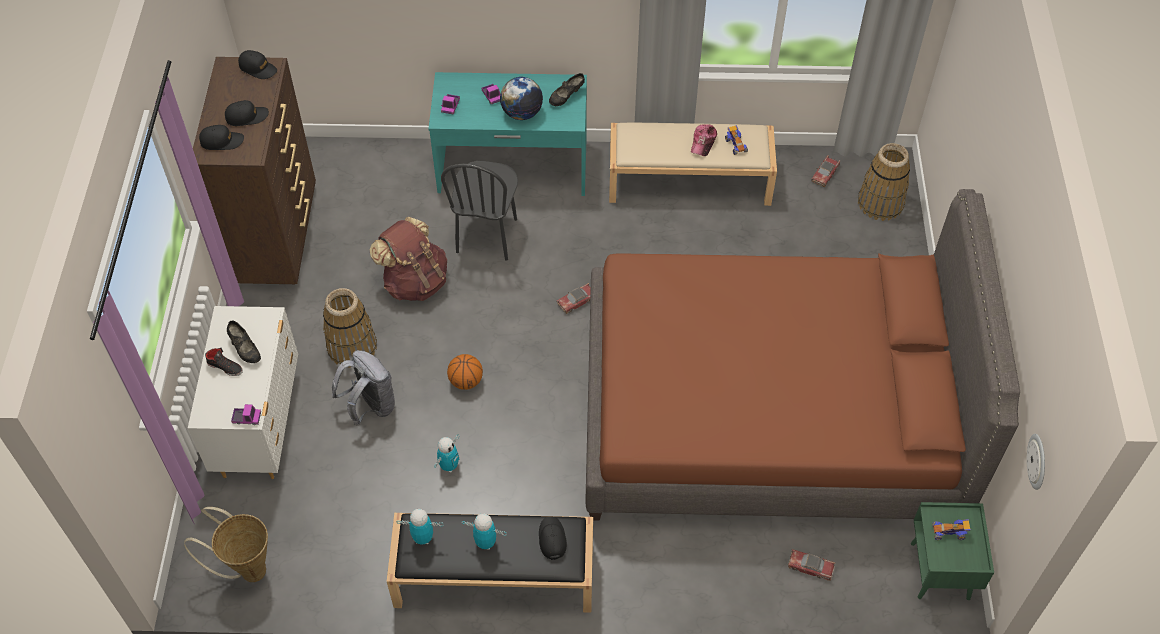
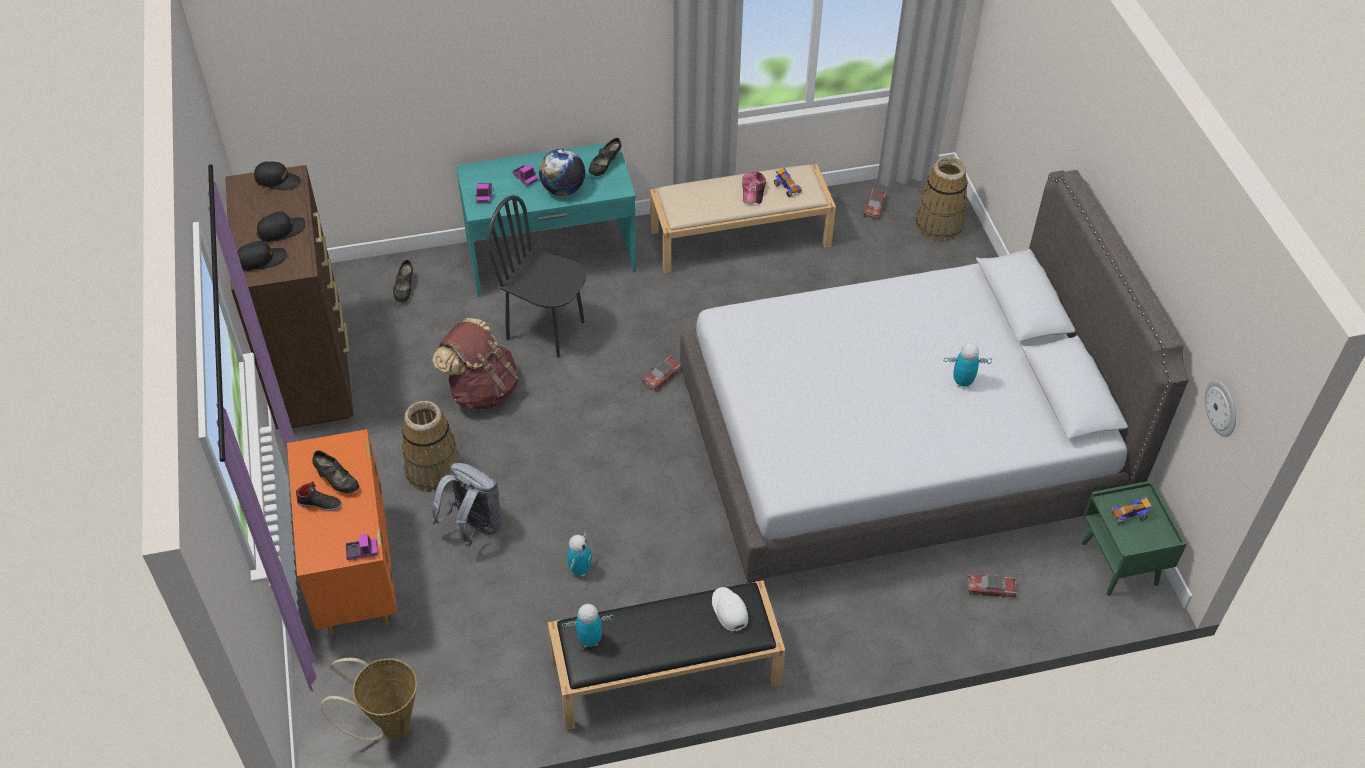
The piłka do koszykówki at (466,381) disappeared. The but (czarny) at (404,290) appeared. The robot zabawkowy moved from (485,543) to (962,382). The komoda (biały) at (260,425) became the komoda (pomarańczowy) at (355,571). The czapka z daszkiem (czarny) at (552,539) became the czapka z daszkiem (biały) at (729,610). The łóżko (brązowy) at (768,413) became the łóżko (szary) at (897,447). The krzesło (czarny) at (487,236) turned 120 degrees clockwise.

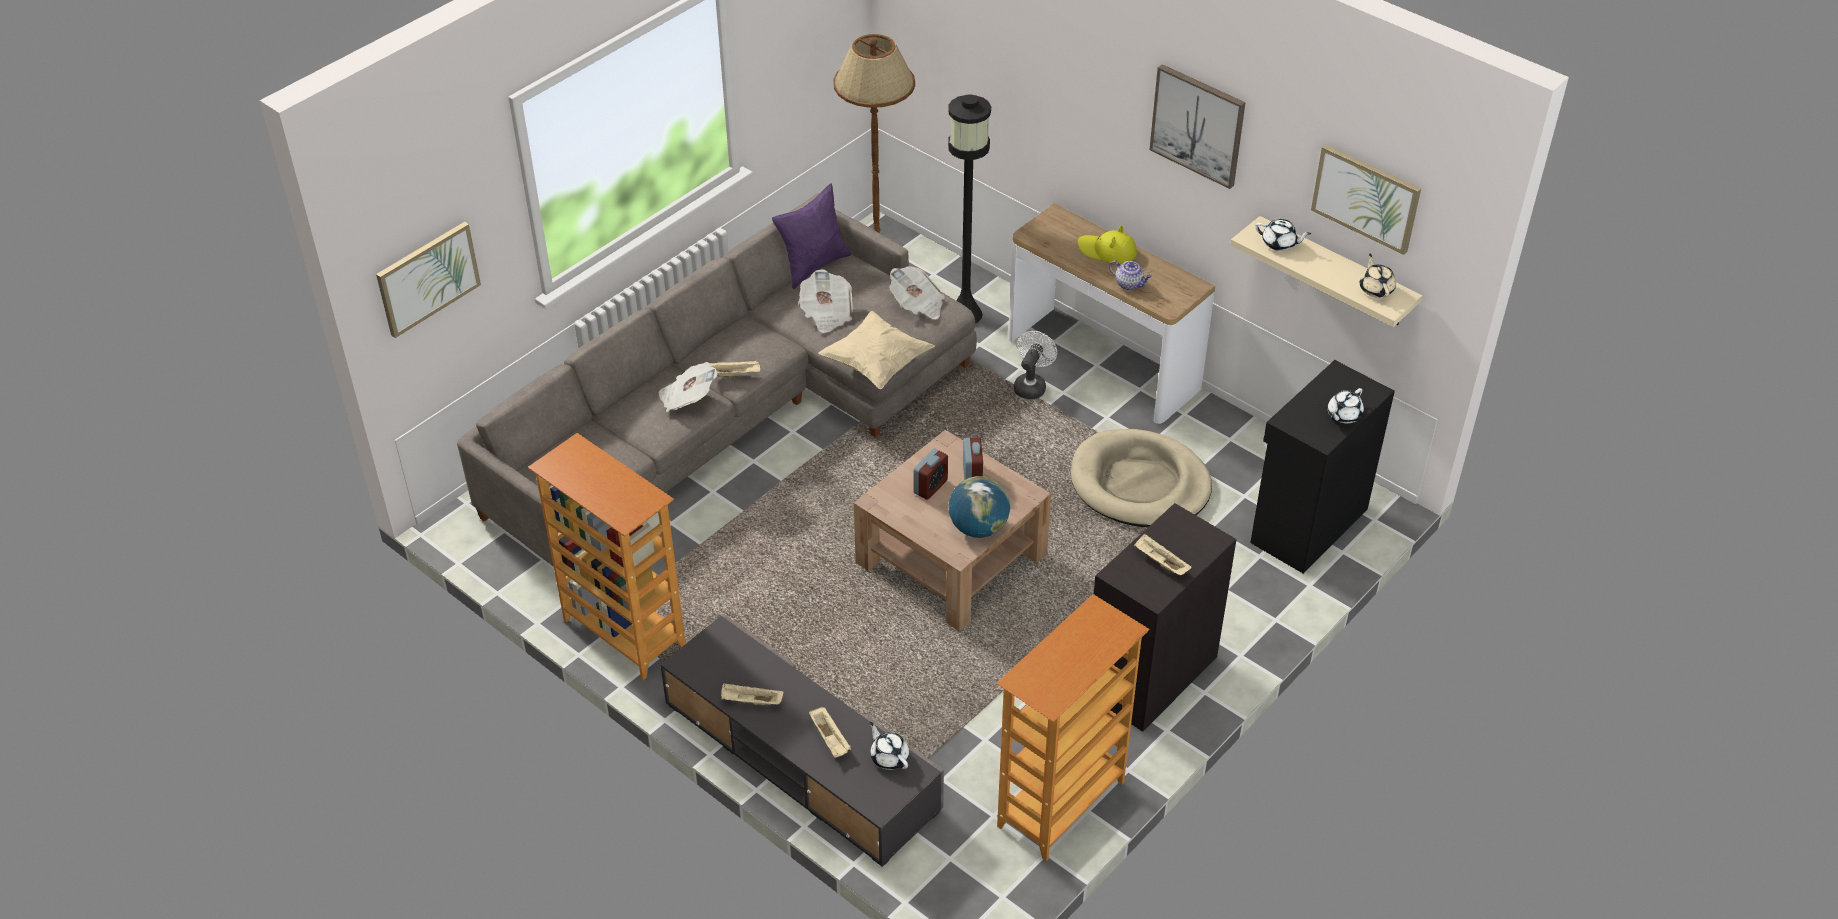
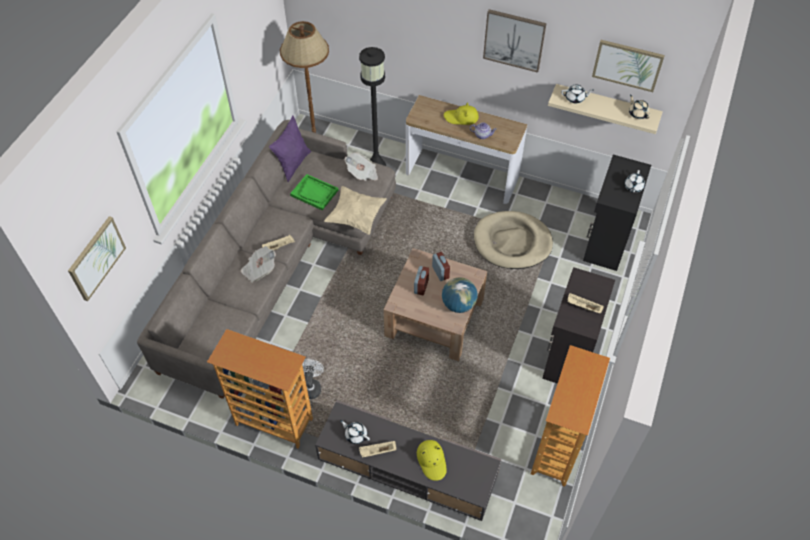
The imbryk (biały) moved from (889,757) to (355,435). The wentylator (biały) moved from (1031,385) to (311,386). The gazeta at (826,314) was replaced by the taca (zielony) at (314,193). The taca (beżowy) at (830,739) was replaced by the kapelusz (żółty) at (432,460).

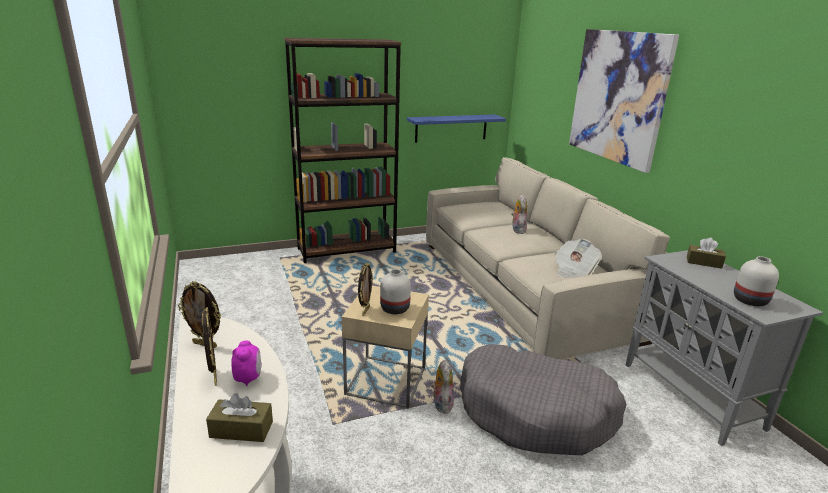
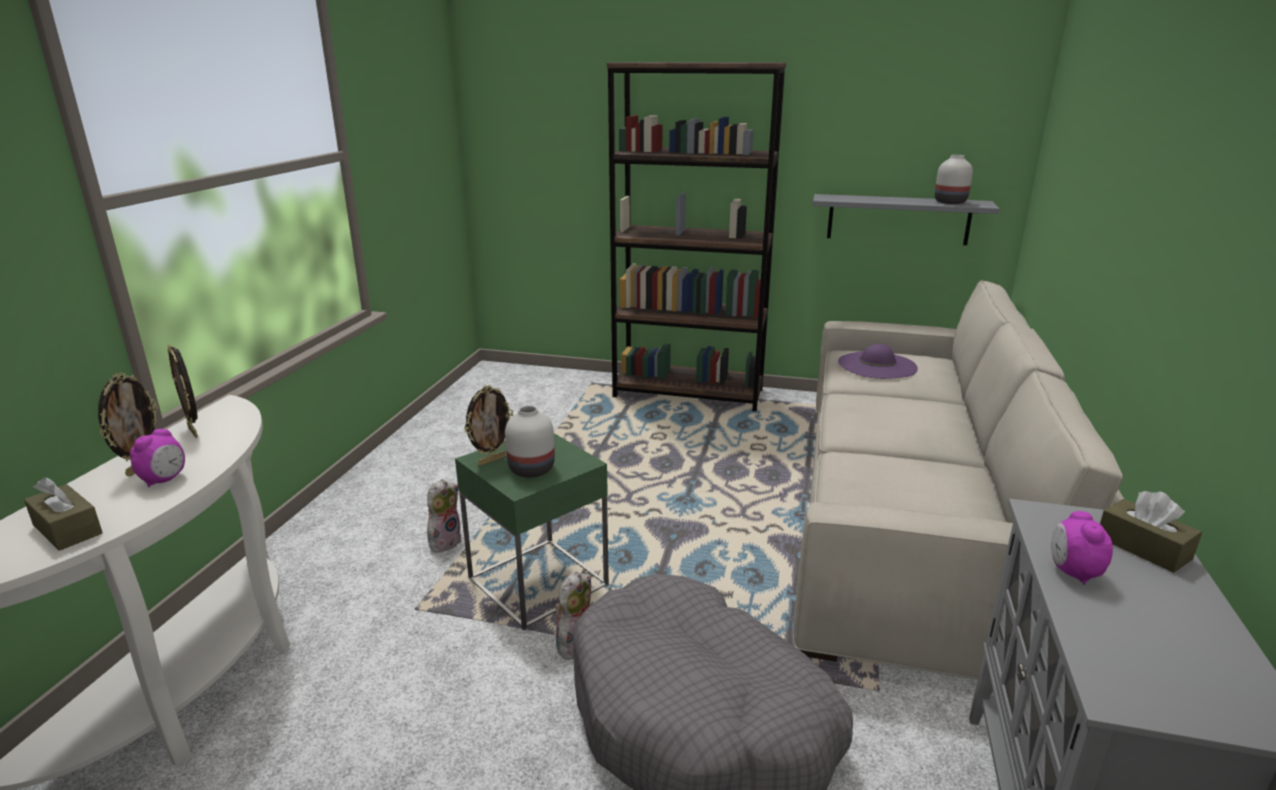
The gazeta at (574,270) disappeared. The obraz at (618,97) disappeared. The kapelusz (fioletowy) at (877,365) appeared. The budzik at (1072,572) appeared. The pluszak moved from (517,230) to (444,541). The wazon (biały) moved from (749,300) to (949,202). The stolik (beżowy) at (386,381) became the stolik (zielony) at (538,582). The półka (niebieski) at (451,128) became the półka (szary) at (898,219).

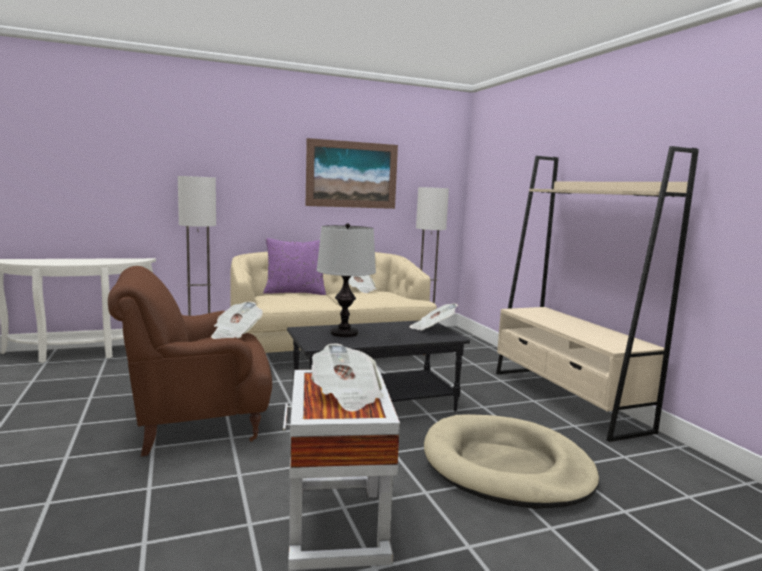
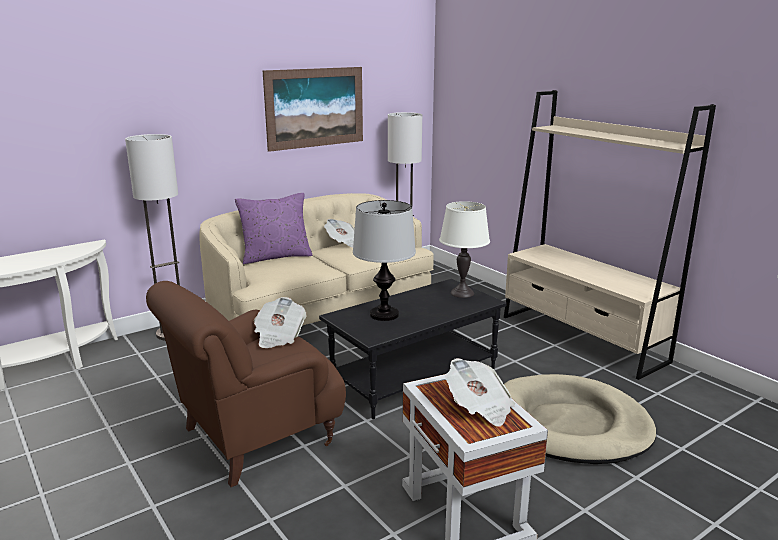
The gazeta at (432,329) was replaced by the lampa stołowa (biały) at (462,293).

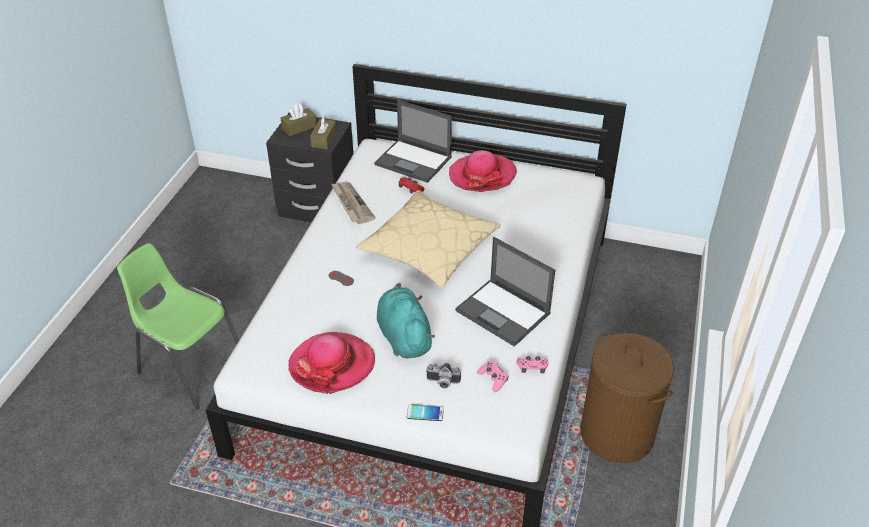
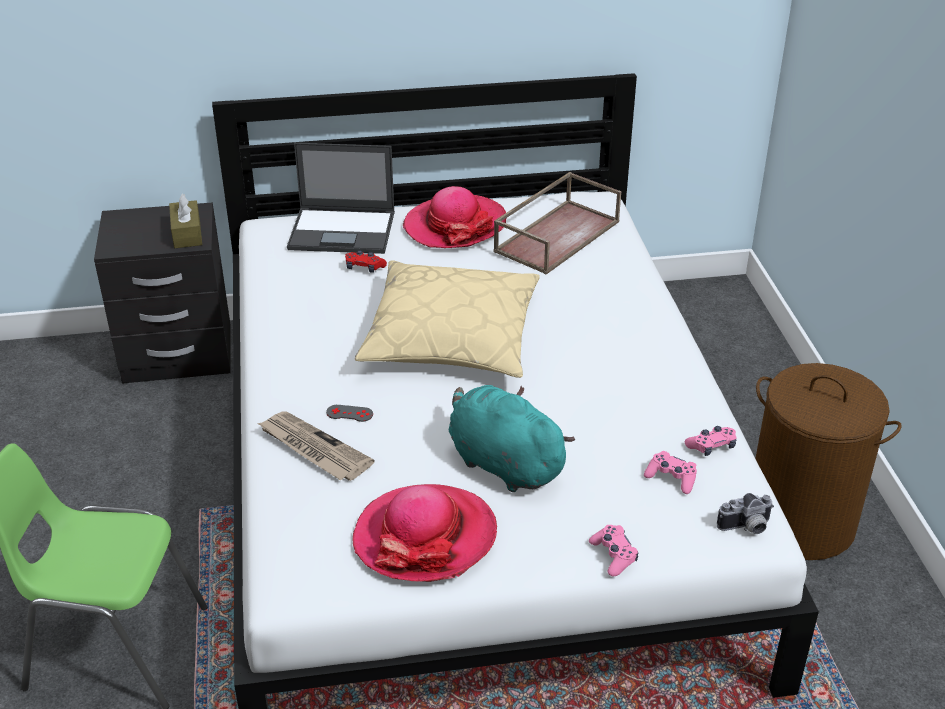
The pudełko chusteczek (brązowy) at (299,127) disappeared. The laptop at (504,312) disappeared. The taca (brązowy) at (557,235) appeared. The gazeta moved from (351,204) to (313,449). The aparat fotograficzny moved from (442,383) to (746,528). The telefon at (425,413) was replaced by the pad do gier (różowy) at (613,555).

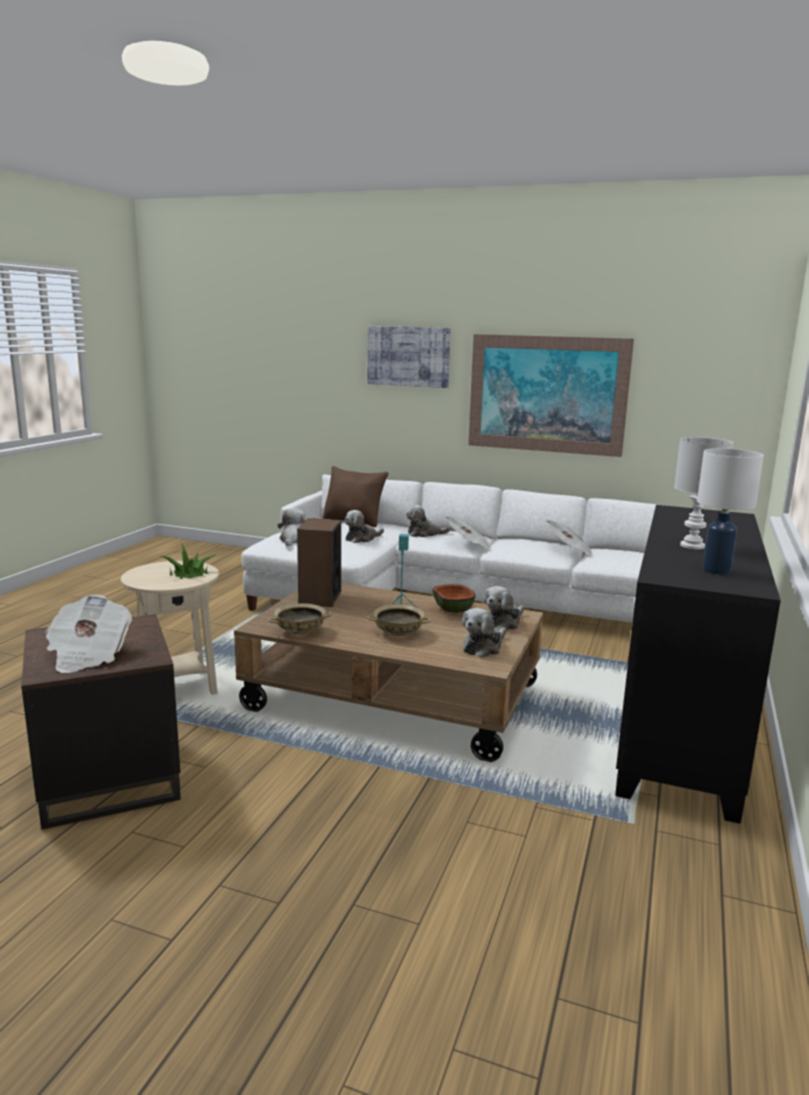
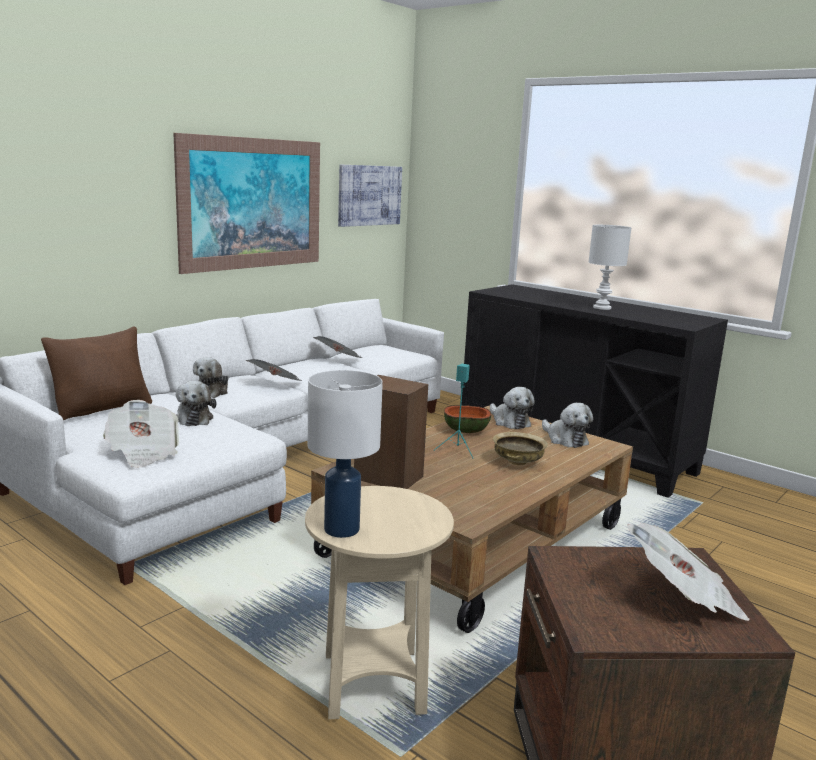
The roślina doniczkowa at (188,573) disappeared. The miska (beżowy) at (299,631) disappeared. The obraz moved from (408,356) to (369,195). The lampa stołowa (biały) moved from (717,570) to (342,529). The pluszak at (292,540) was replaced by the gazeta at (143,452).

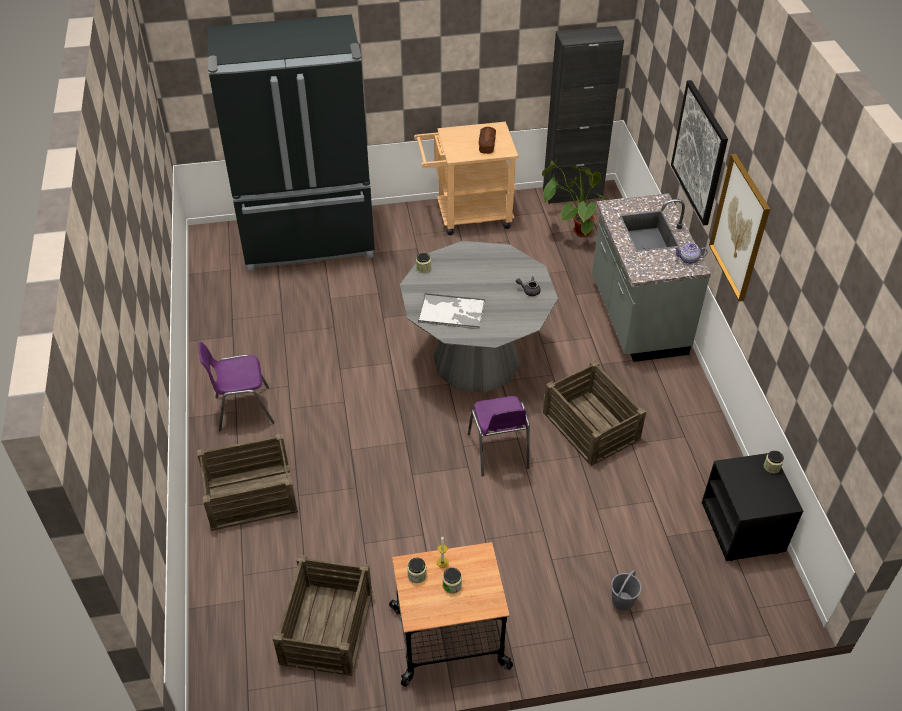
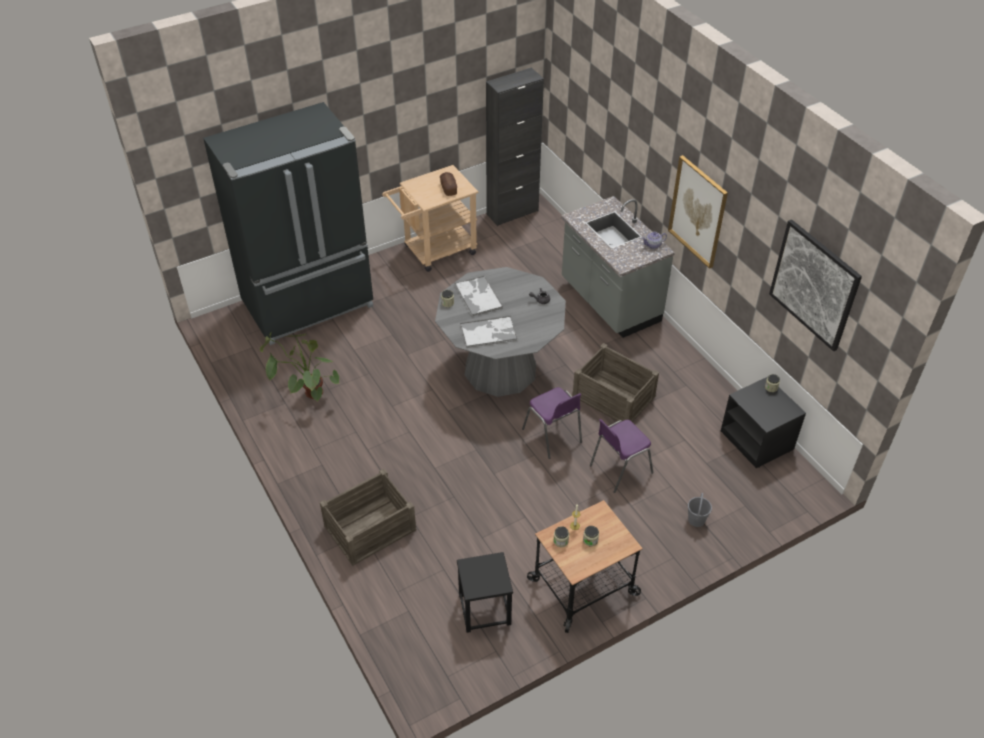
The taca at (478,296) appeared. The krzesło (fioletowy) moved from (242,409) to (619,469). The roślina doniczkowa moved from (573,229) to (305,393). The obraz moved from (699,152) to (814,284). The skrzynka at (326,627) was replaced by the stołek (czarny) at (484,610).

